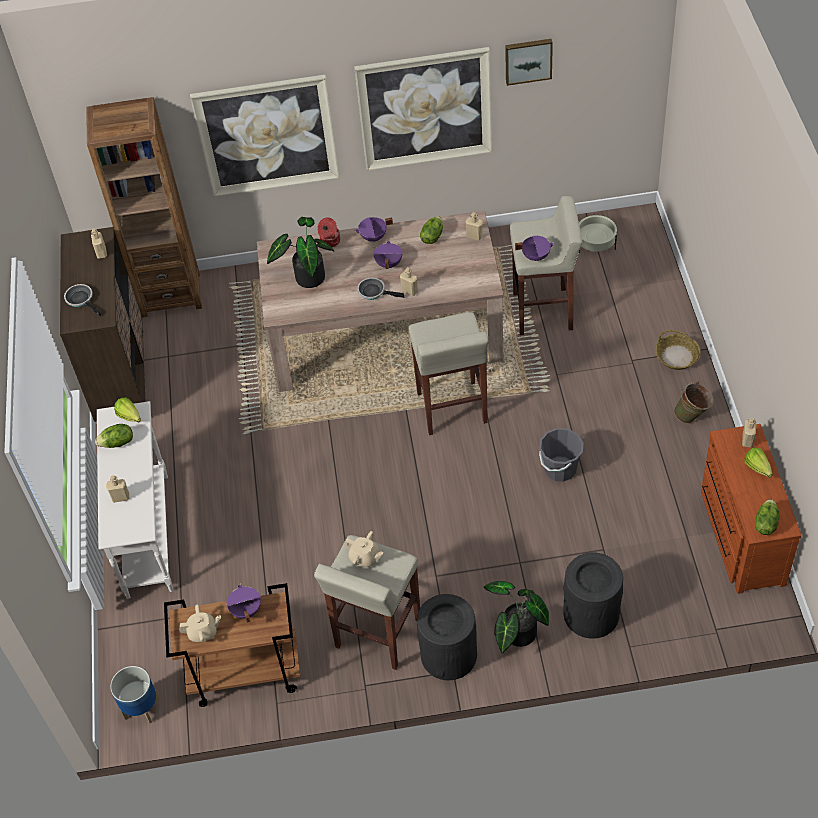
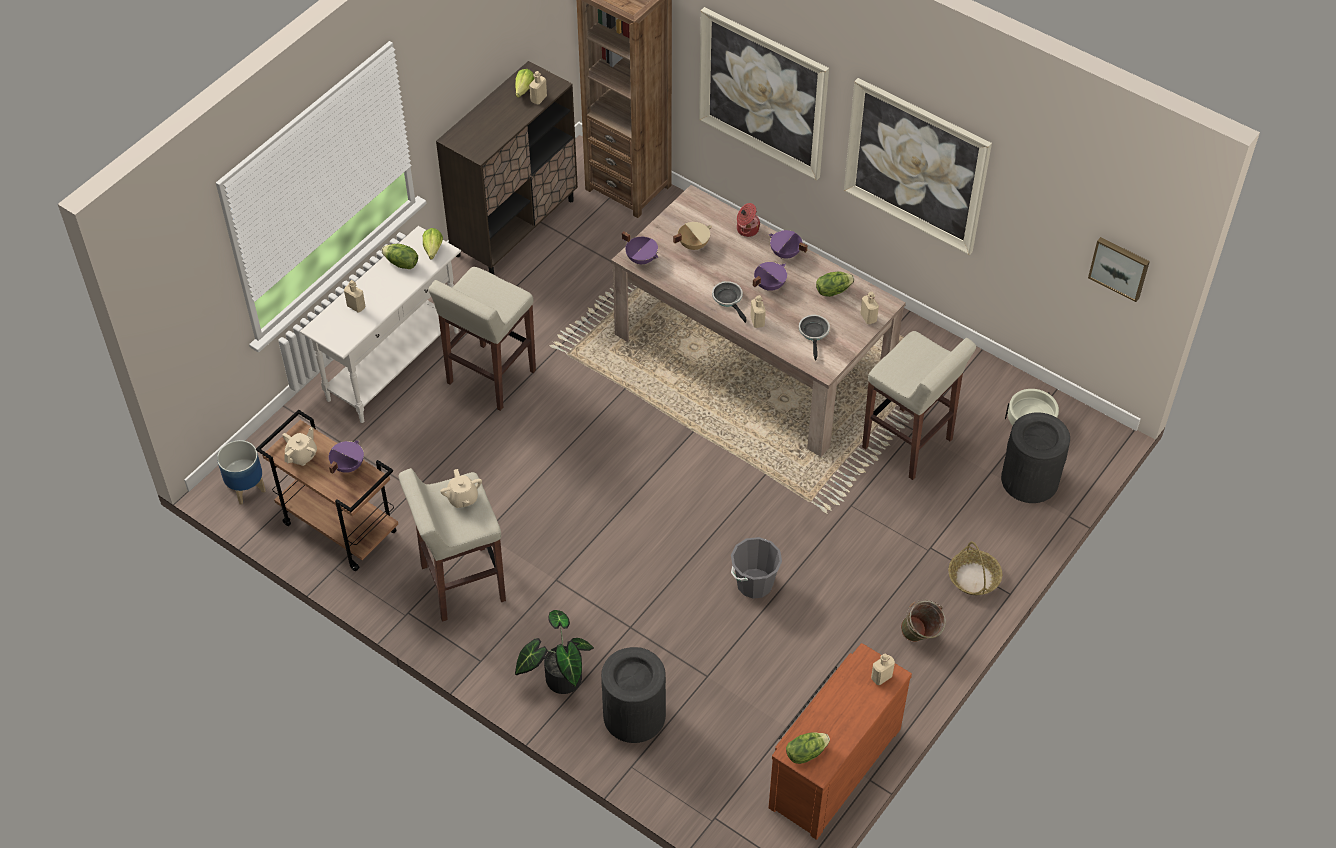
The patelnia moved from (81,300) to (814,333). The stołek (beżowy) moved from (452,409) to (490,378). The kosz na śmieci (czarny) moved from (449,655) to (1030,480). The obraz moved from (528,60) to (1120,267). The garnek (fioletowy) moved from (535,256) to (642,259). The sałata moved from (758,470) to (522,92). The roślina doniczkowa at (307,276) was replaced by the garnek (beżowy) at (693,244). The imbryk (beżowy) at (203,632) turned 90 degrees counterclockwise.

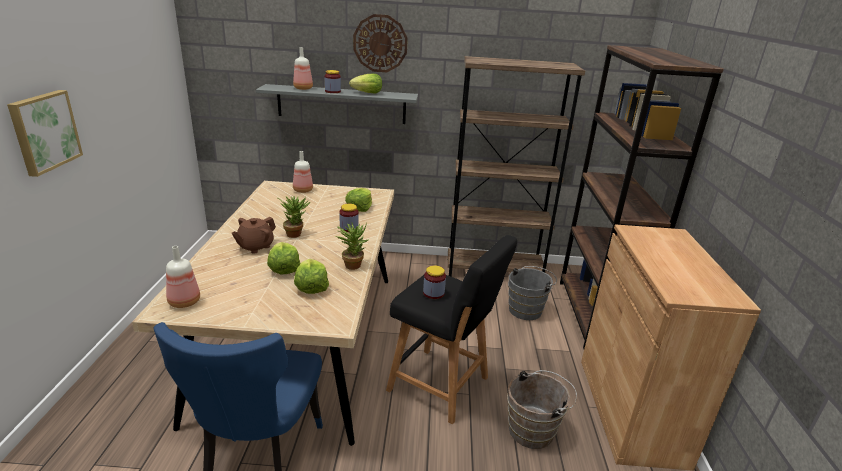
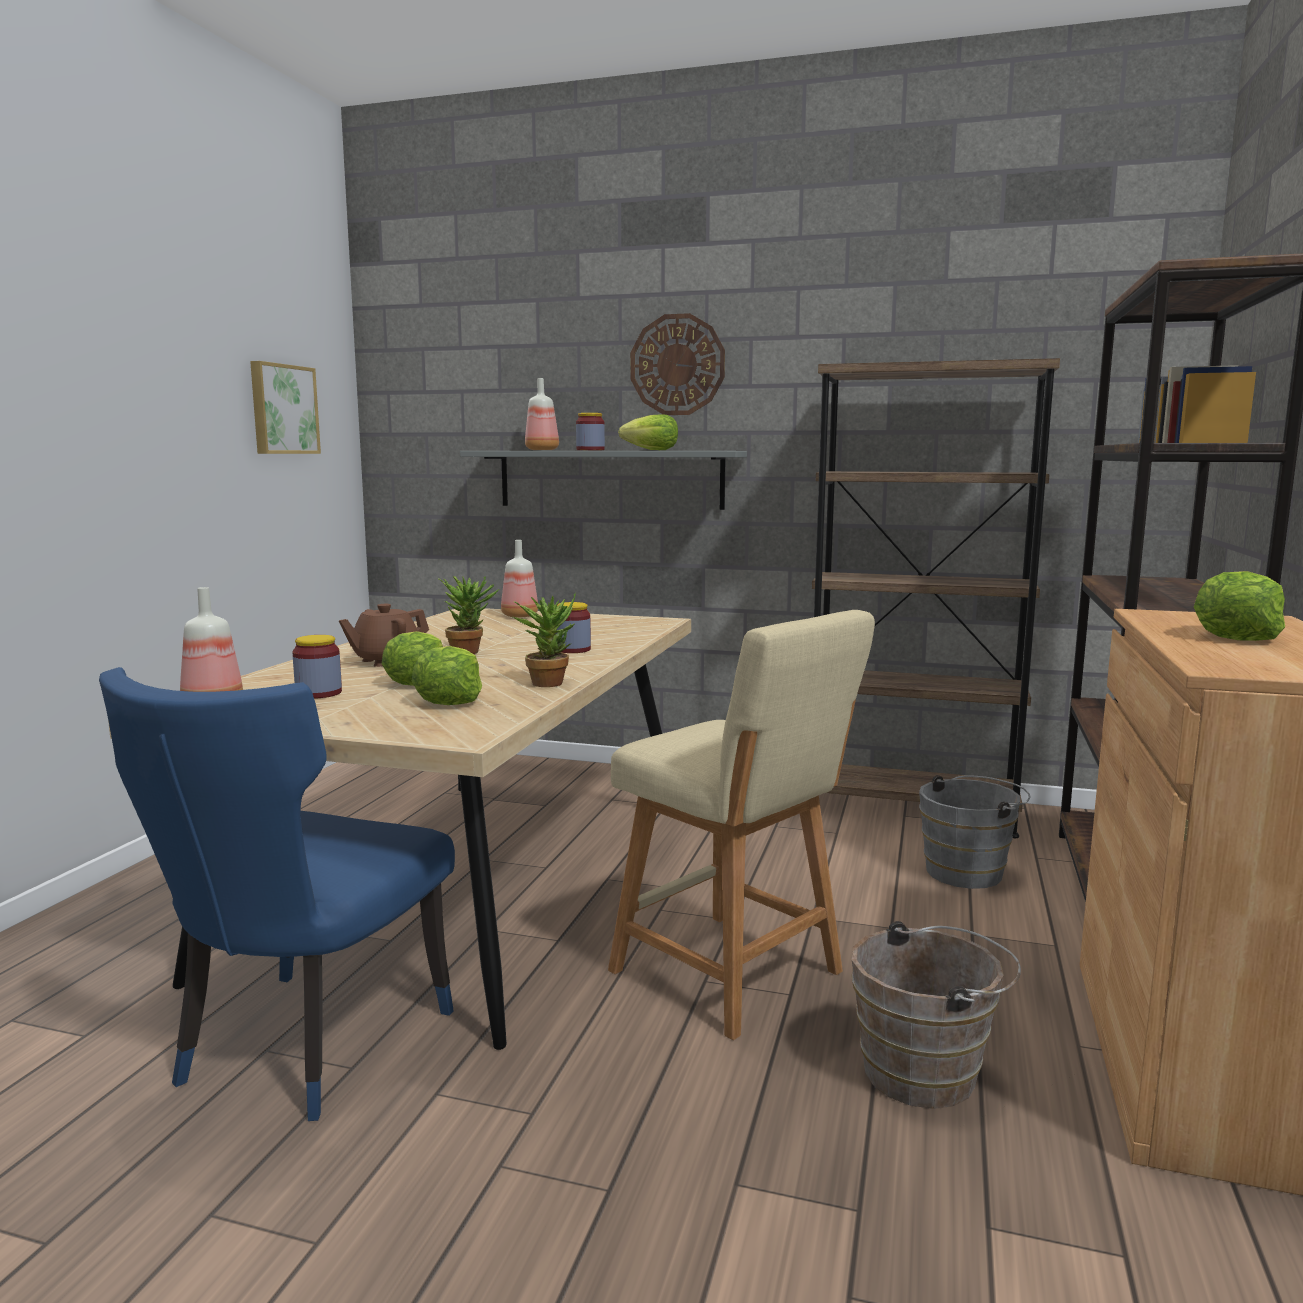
The obraz moved from (44,131) to (282,409). The sałata moved from (359,208) to (1235,636). The słoik moved from (433,293) to (318,693). The stołek (czarny) at (442,386) became the stołek (beżowy) at (734,976).

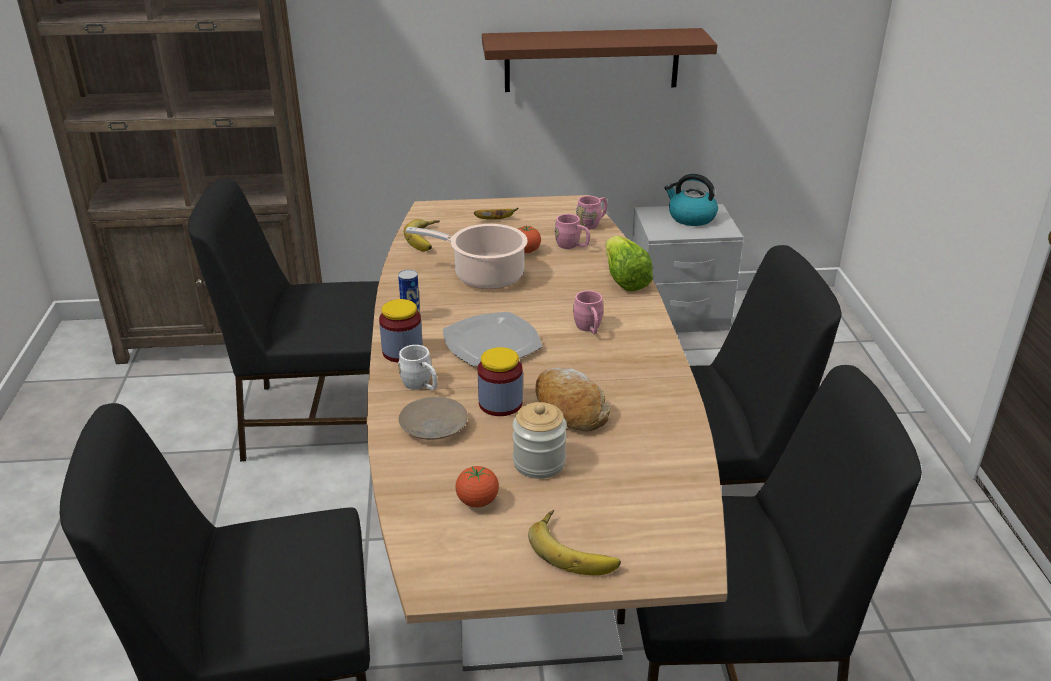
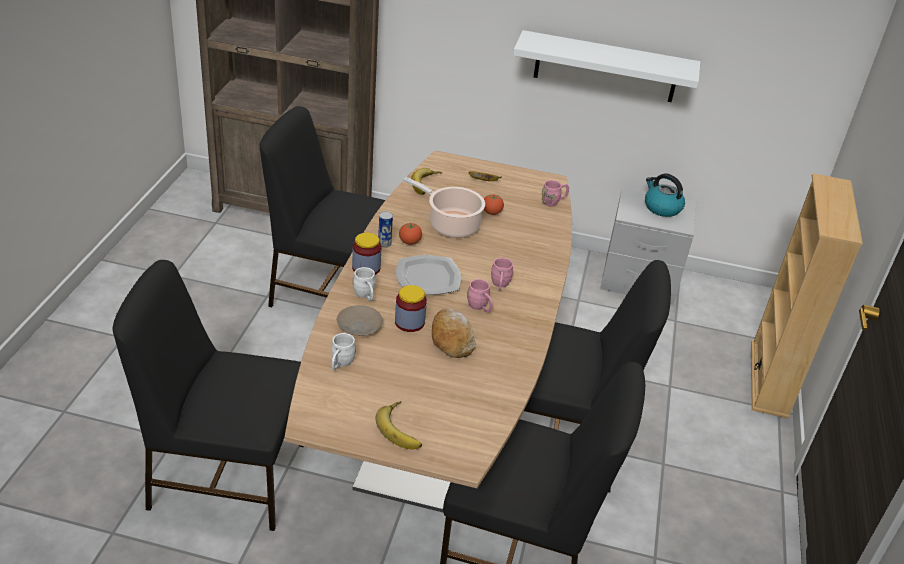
The słoik at (539,462) disappeared. The sałata at (624,279) disappeared. The kubek (biały) at (340,364) appeared. The regał (beżowy) at (769,379) appeared. The pomidor moved from (477,501) to (409,242). The kubek (różowy) moved from (572,246) to (480,307). The półka (brązowy) at (592,60) became the półka (biały) at (606,67).

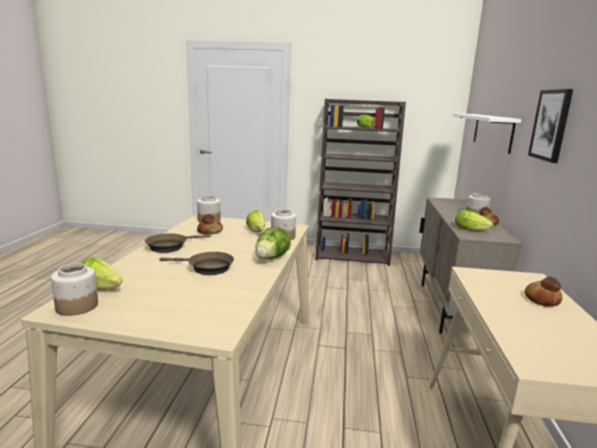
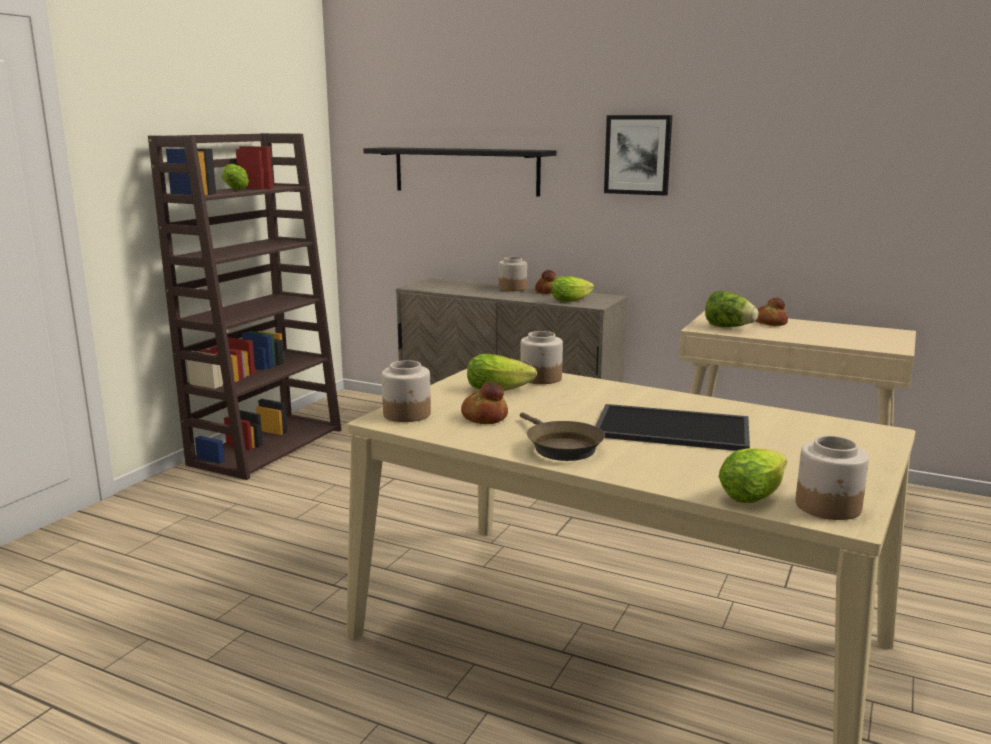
The sałata moved from (271,258) to (728,327). The patelnia (brązowy) at (207,268) was replaced by the taca at (674,428). The półka (biały) at (492,131) became the półka (czarny) at (466,171).

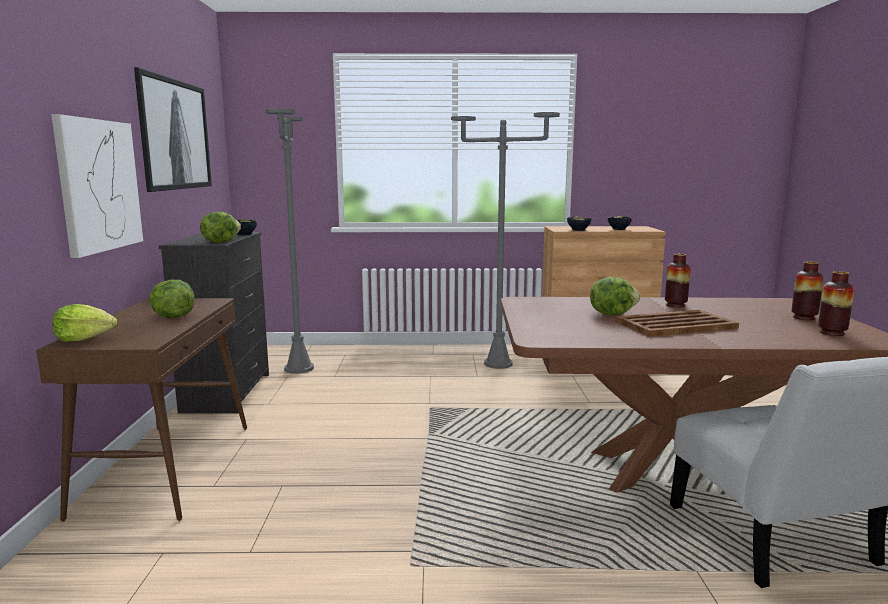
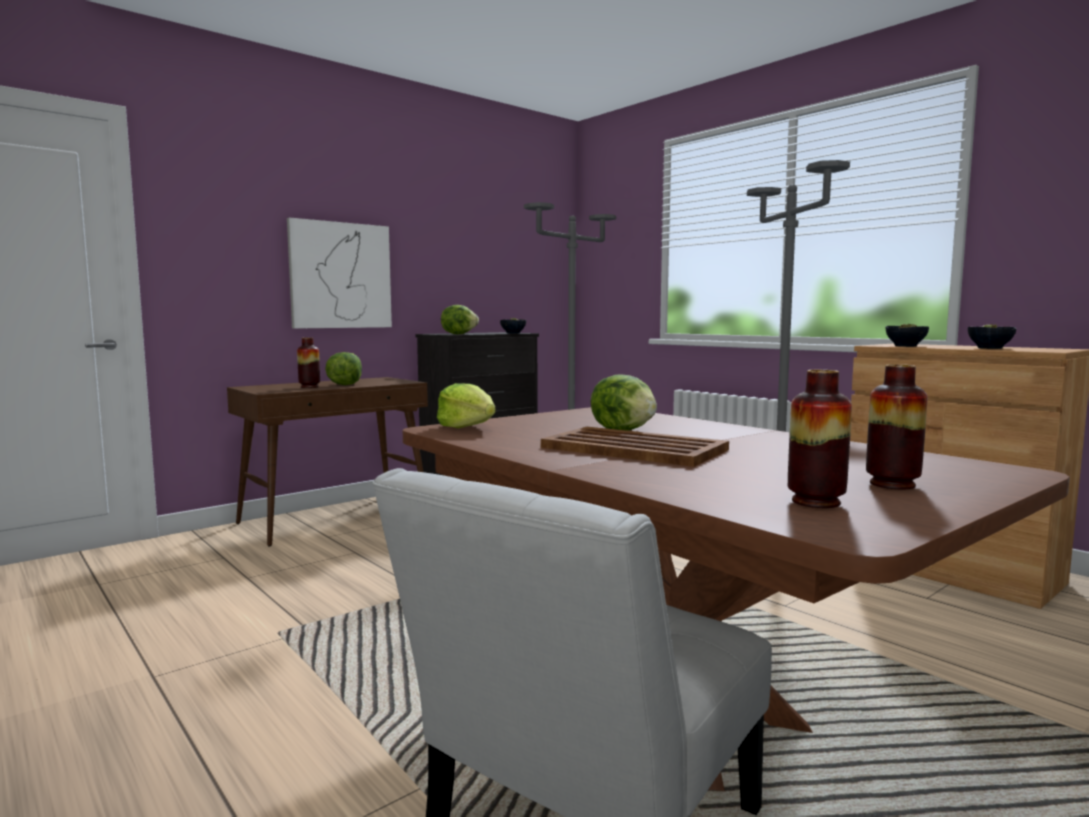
The obraz at (176,135) disappeared. The sałata moved from (85,338) to (467,427). The wazon moved from (675,305) to (309,387).

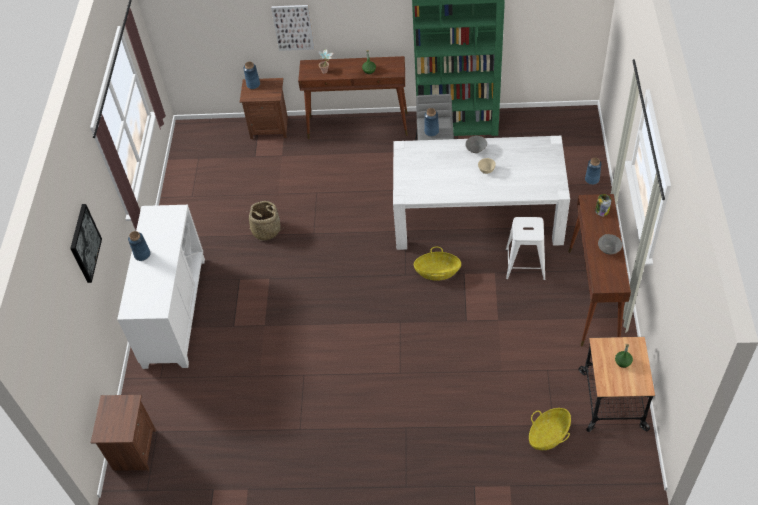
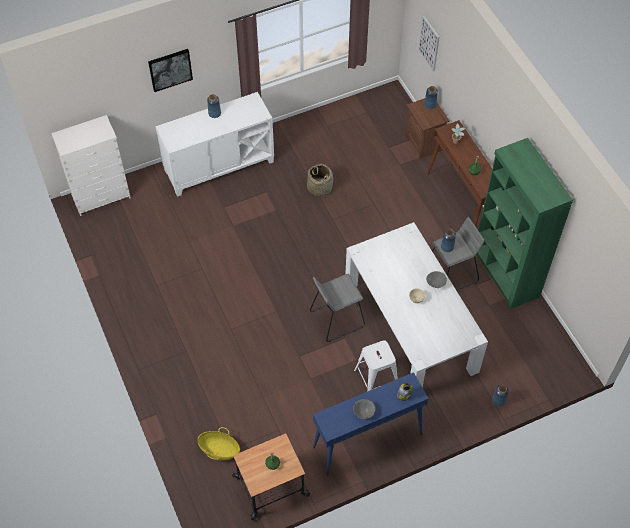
The obraz moved from (293,27) to (429,43). The szafka nocna (brązowy) at (133,450) was replaced by the komoda (biały) at (101,196). The koszyk at (437,272) was replaced by the stołek (szary) at (337,318). The stolik konsolowy (brązowy) at (593,297) became the stolik konsolowy (niebieski) at (367,441).

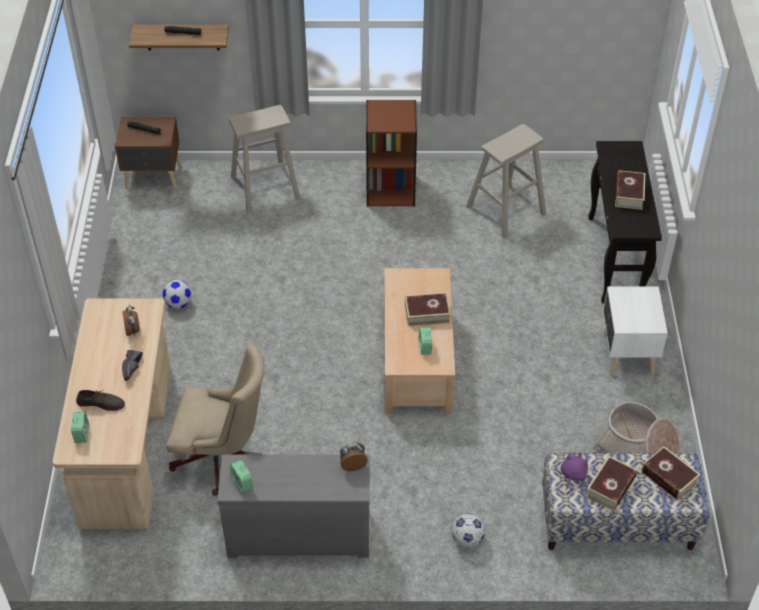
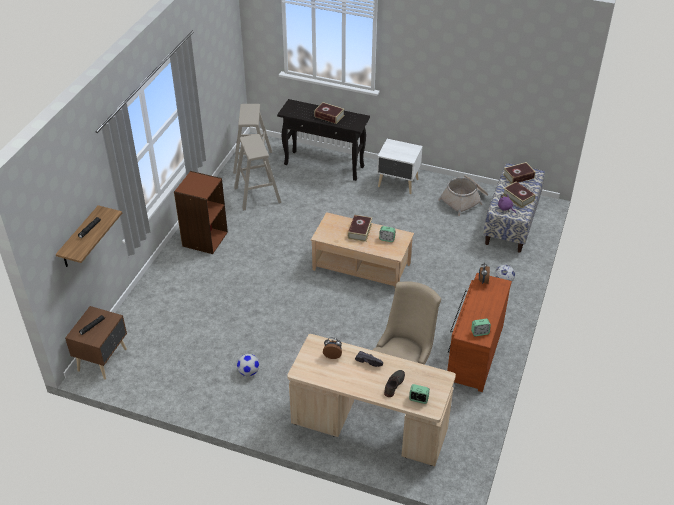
The stołek (beżowy) moved from (265,187) to (252,162). The komoda (szary) at (299,531) became the komoda (brązowy) at (473,353).

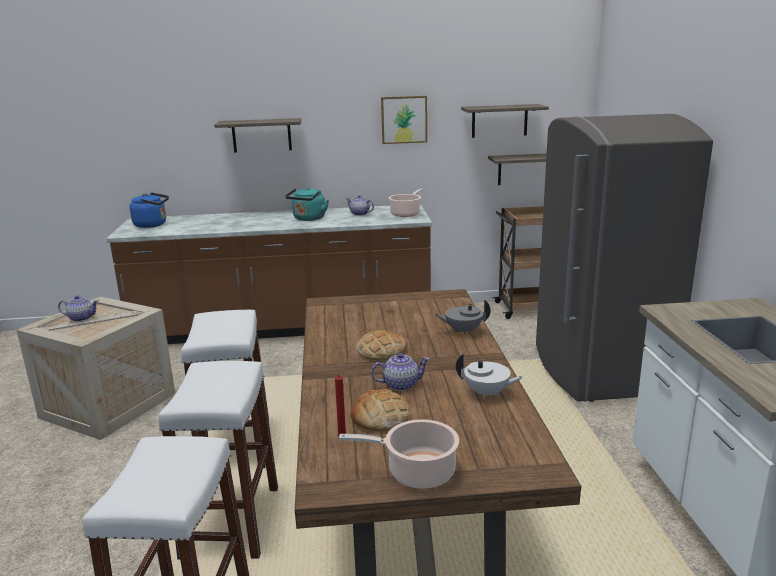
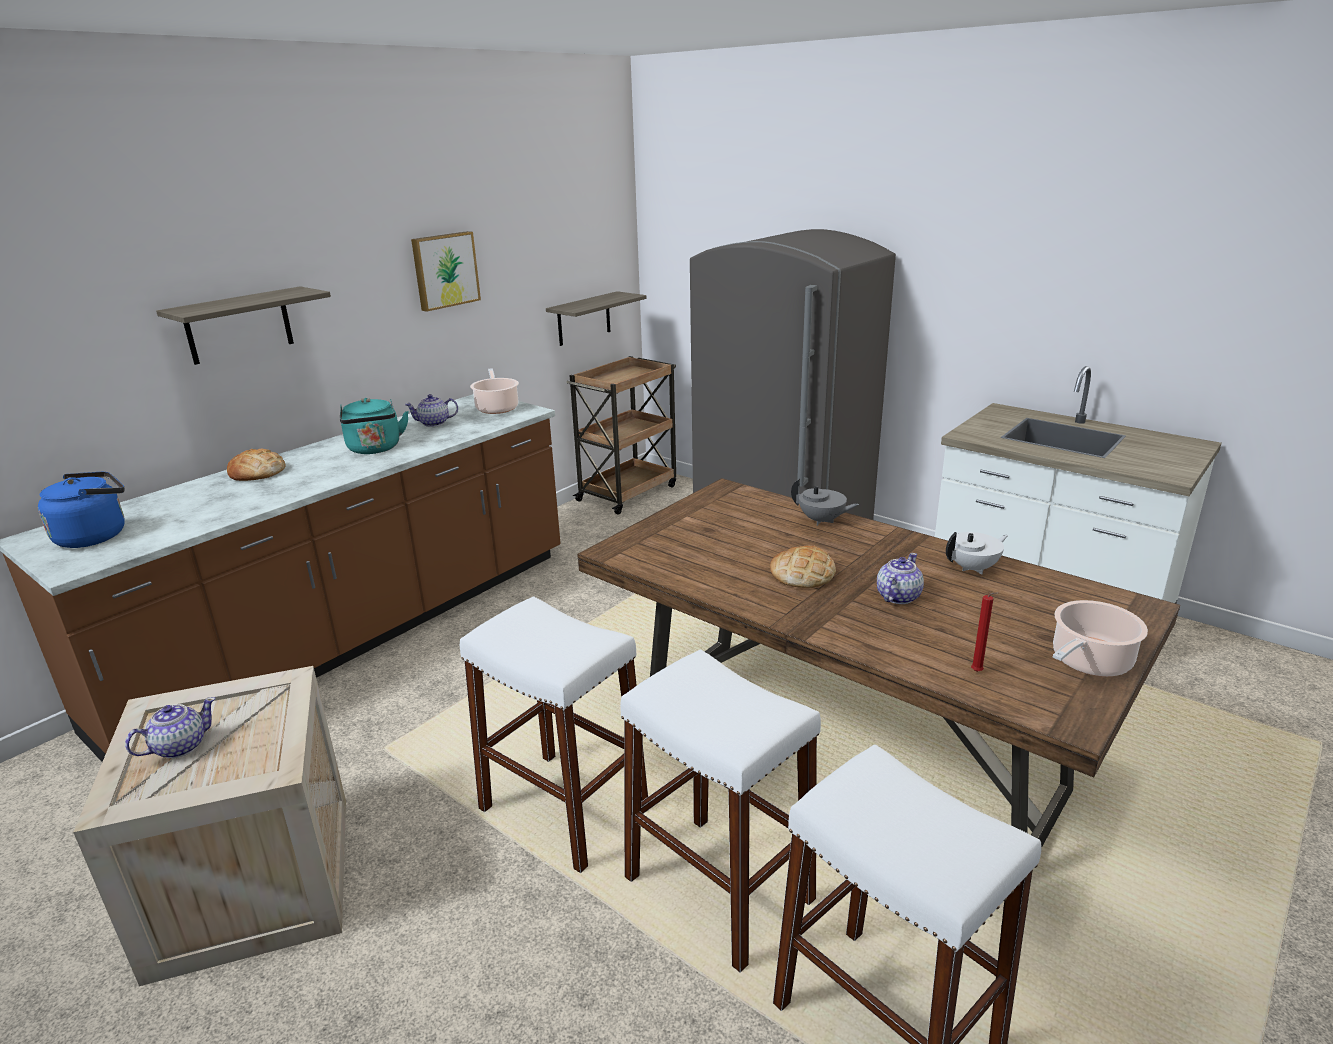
The półka at (499,121) disappeared. The chleb moved from (380,417) to (257,472). The imbryk (szary) at (463,331) turned 105 degrees counterclockwise.

